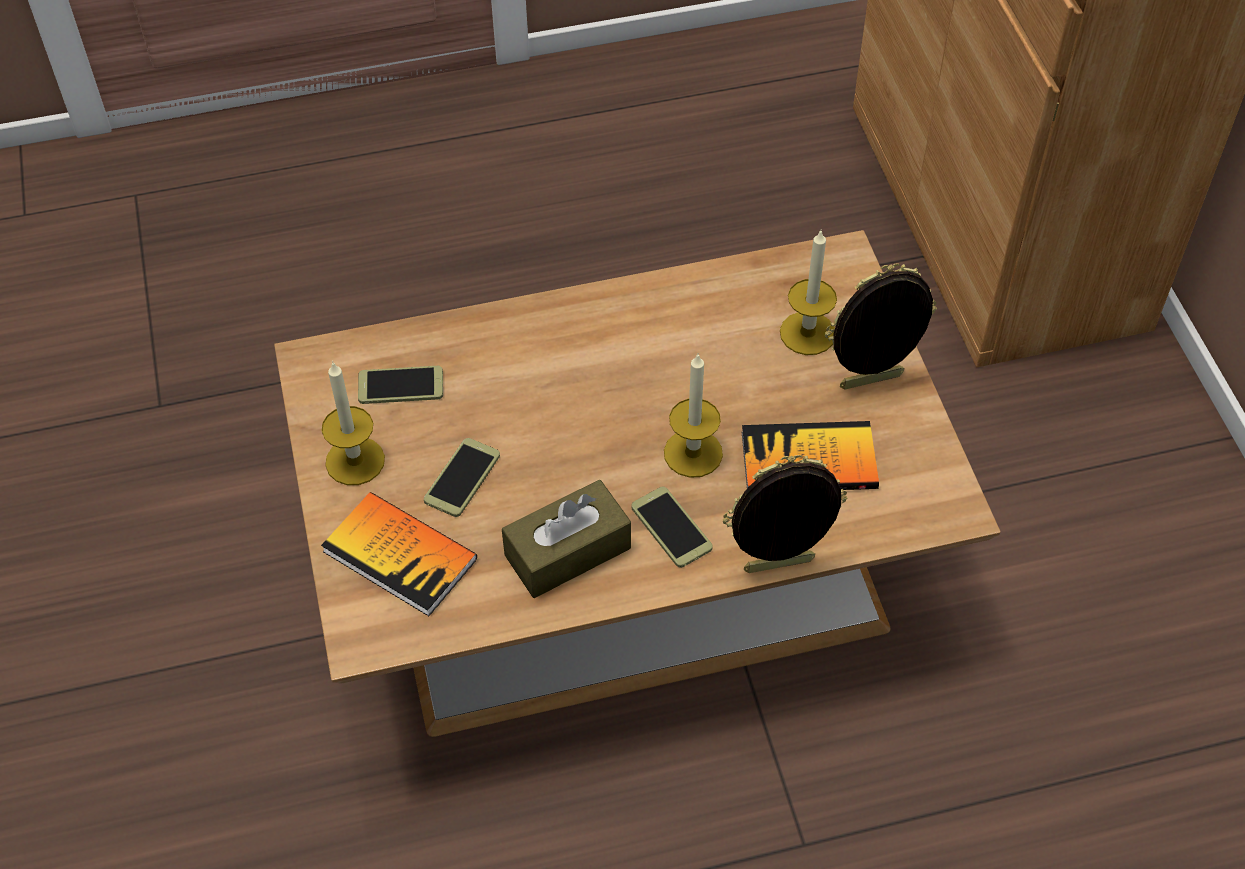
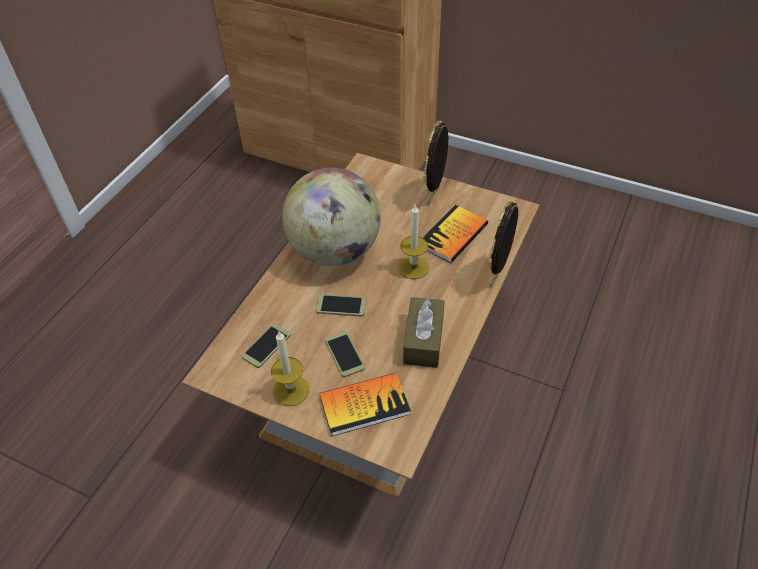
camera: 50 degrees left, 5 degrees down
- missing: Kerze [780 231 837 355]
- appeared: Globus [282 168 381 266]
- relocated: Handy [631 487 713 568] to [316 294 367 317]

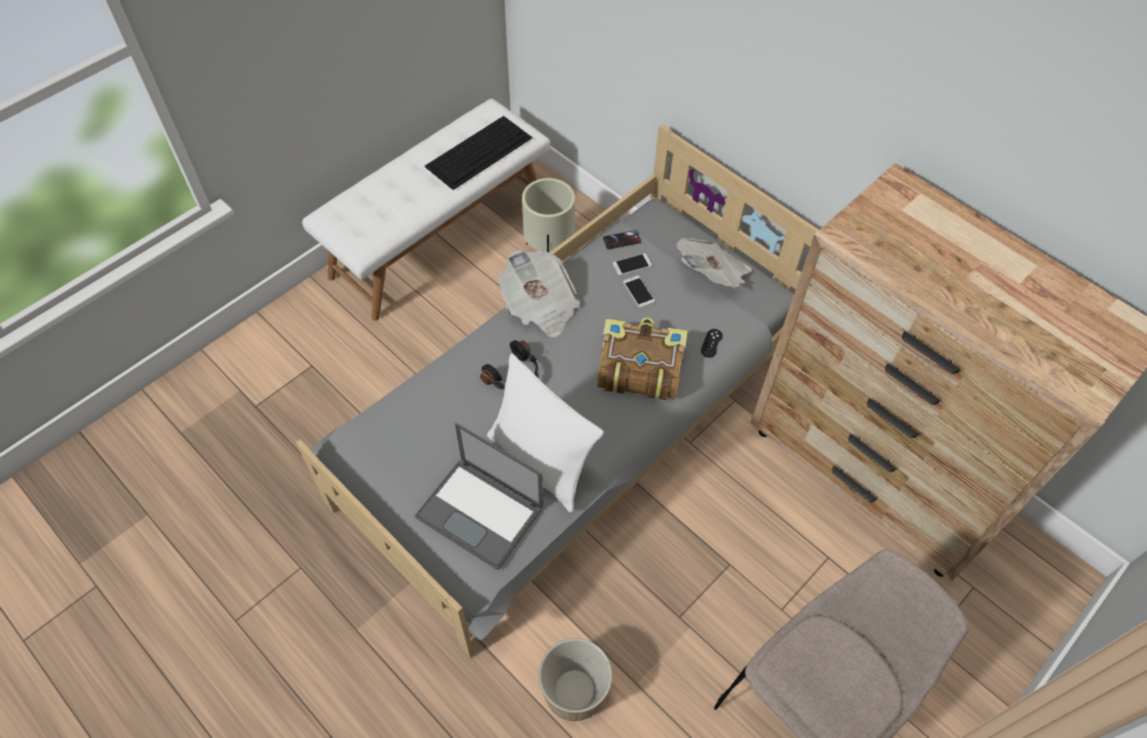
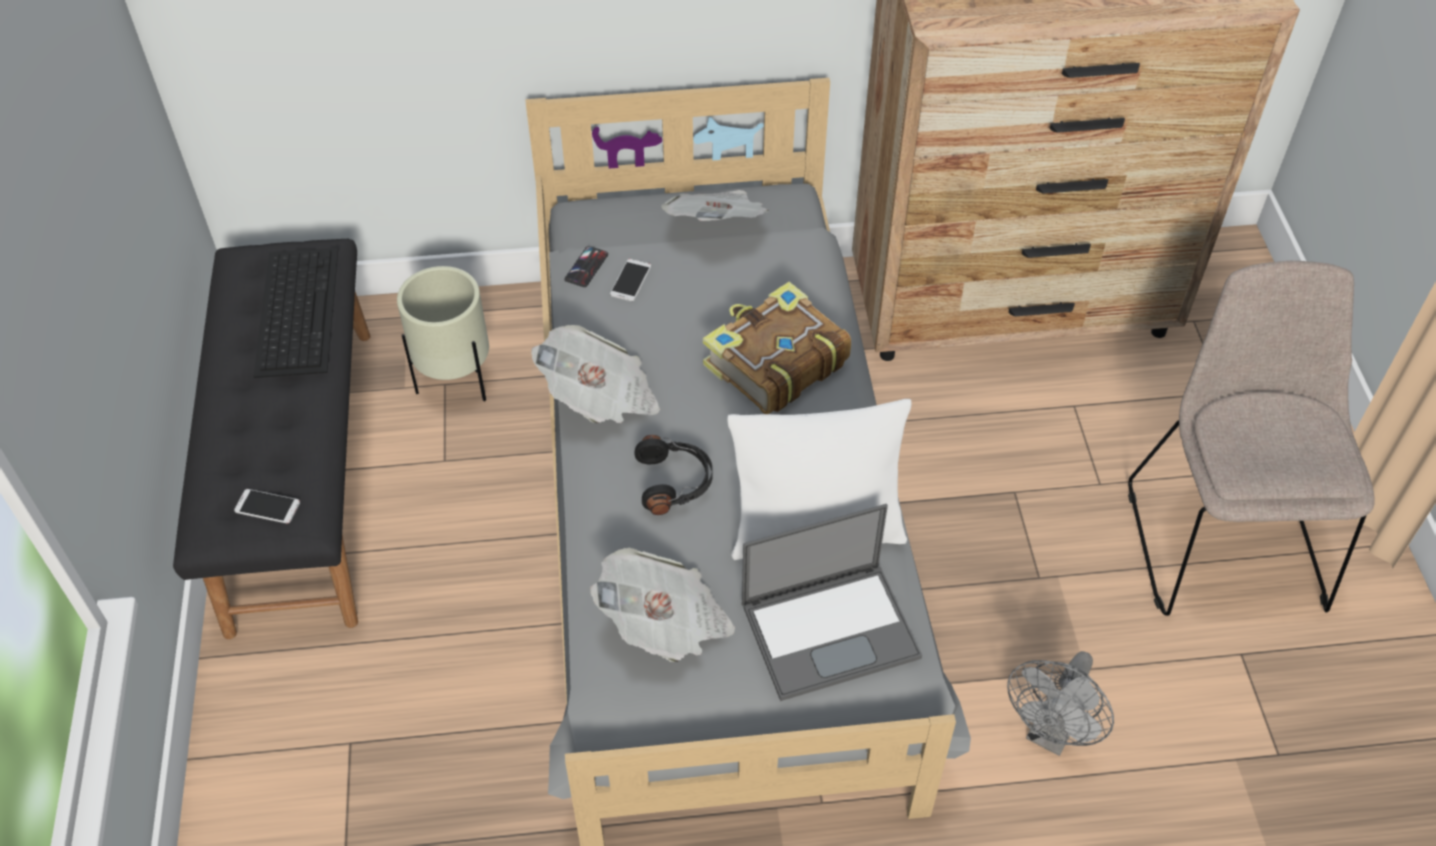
camera: 50 degrees left, 5 degrees down
- missing: Gamepad/schwarz [701 329 723 358]
- appeared: Zeitung [590 548 735 662]
- relocated: Handy [623 276 655 308] to [234 489 300 524]
- exchanged: Pflanzkübel [539 638 612 721] to Ventilator/grau [1007 651 1114 756]
- colour: Bank/weiß [302 99 550 321] to Bank/schwarz [173 239 371 639]

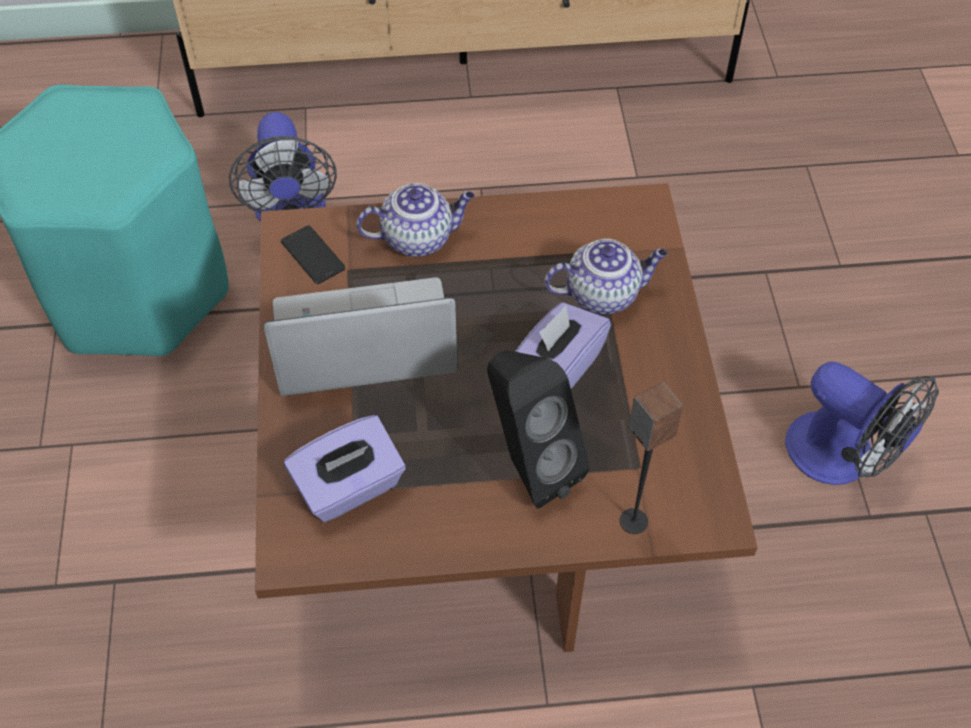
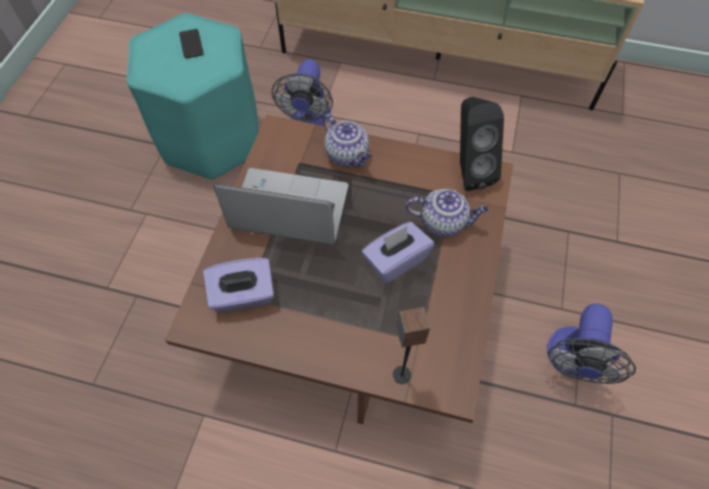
camera: 20 degrees right, 5 degrees up
- relocated: Handy [281 226 346 284] to [179 29 204 59]
- relocated: Lautsprecher/schwarz [487 350 590 508] to [460 97 504 191]
- spun: Teekanne [356 183 475 257] = [323 114 371 167] 45 degrees clockwise
- spun: Ventilator [785 362 939 485] = [547 304 636 384] 45 degrees clockwise

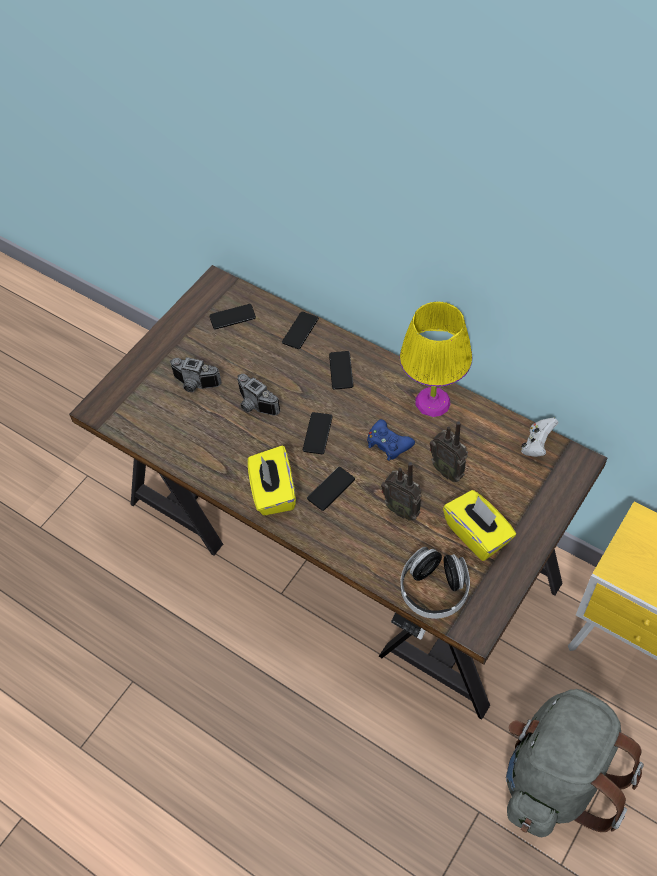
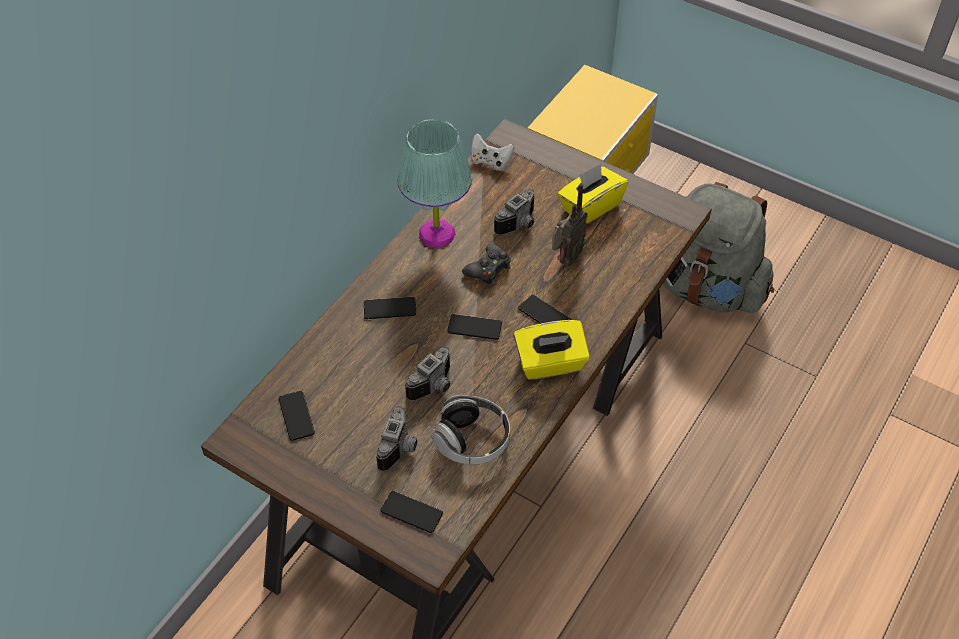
camera: 95 degrees left, 5 degrees down
- relocated: Handy [282 312 319 349] to [380 491 443 533]
- relocated: Kopfhörer [400 547 470 619] to [431 395 510 465]
- exchanged: Radio [430 421 468 482] to Kamera [494 189 534 236]
- colour: Gamepad/blau [367 419 415 461] to Gamepad/schwarz [462 244 511 285]
- colour: Tischlampe/gelb [400 301 472 417] to Tischlampe/türkis [397 119 472 248]

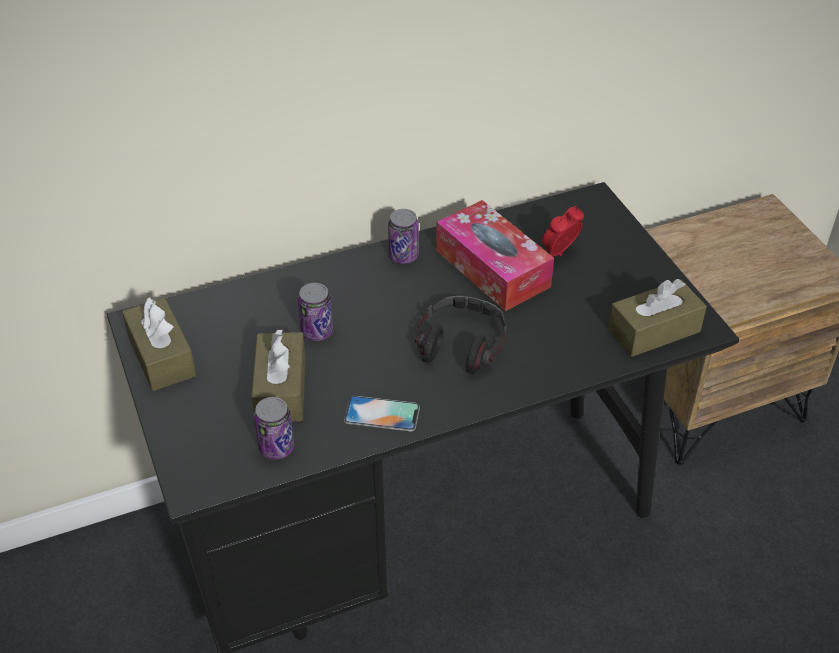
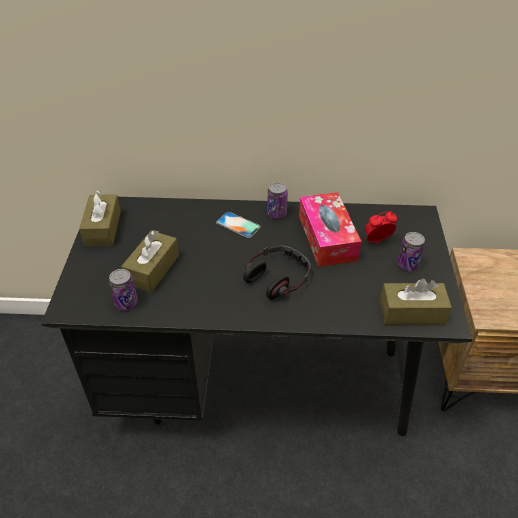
camera: 25 degrees right, 0 degrees up
- relocated: Dose [298 283 333 341] to [397 232 425 271]
- relocated: Handy [344 396 420 431] to [216 212 261 238]

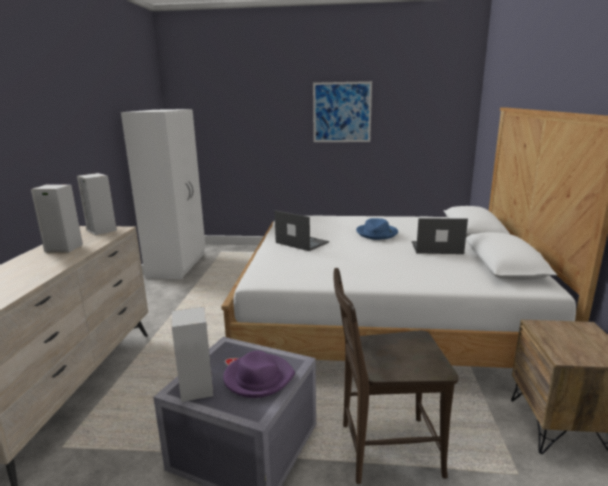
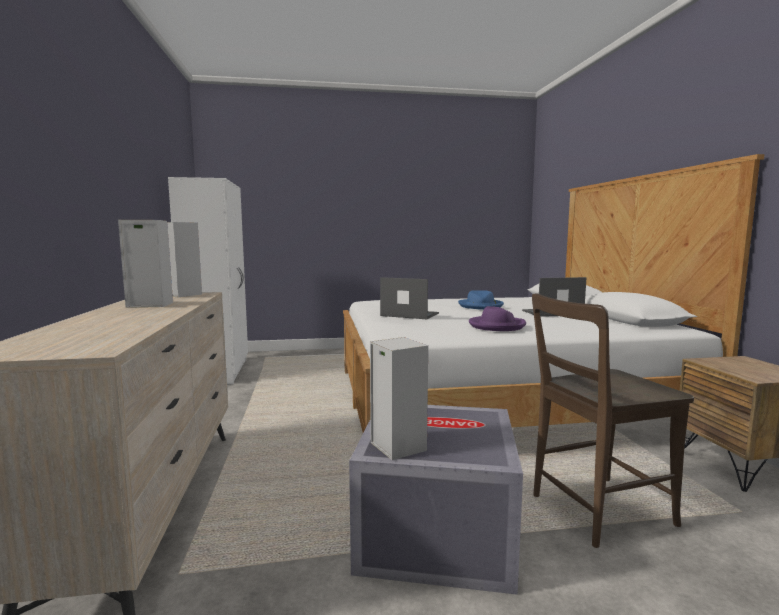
camera: 15 degrees left, 10 degrees down
- missing: Bild [313 81 372 142]
- relocated: Hut/lila [223 351 295 398] to [469 306 526 331]

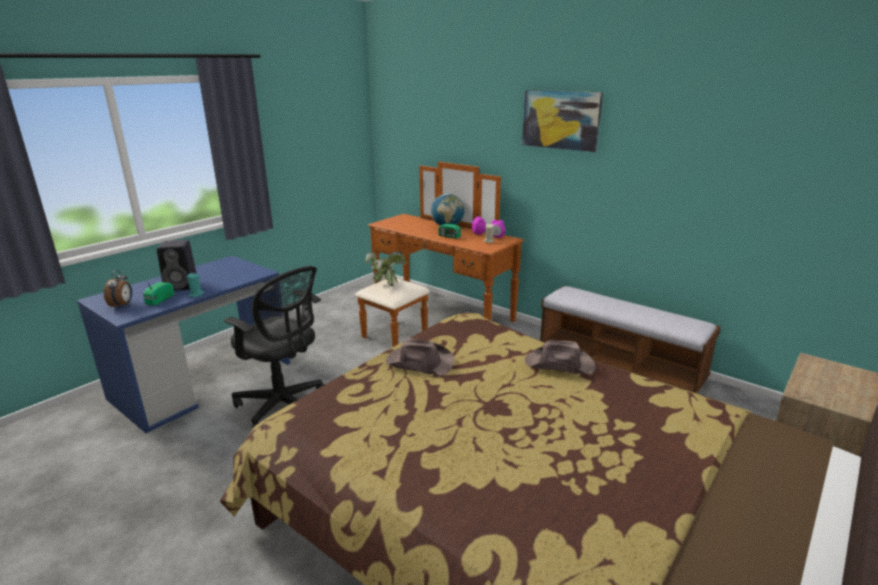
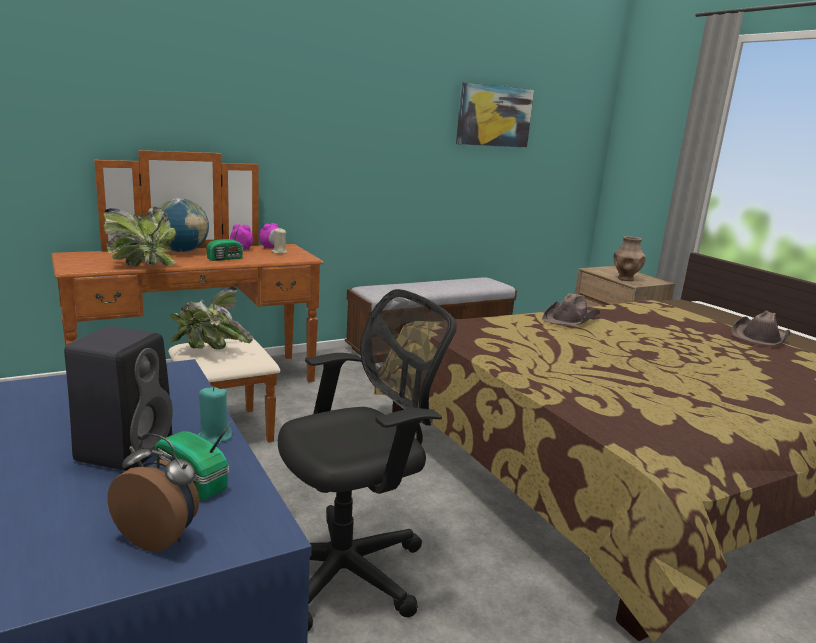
camera: 70 degrees left, 5 degrees down
- appeared: Topfpflanze [103 207 176 266]
- appeared: Vase/braun [614 236 646 281]
- relocated: Hut/braun [386 338 455 376] to [732 310 790 345]
- relocated: Bild [522 90 603 152] to [456 82 534 148]

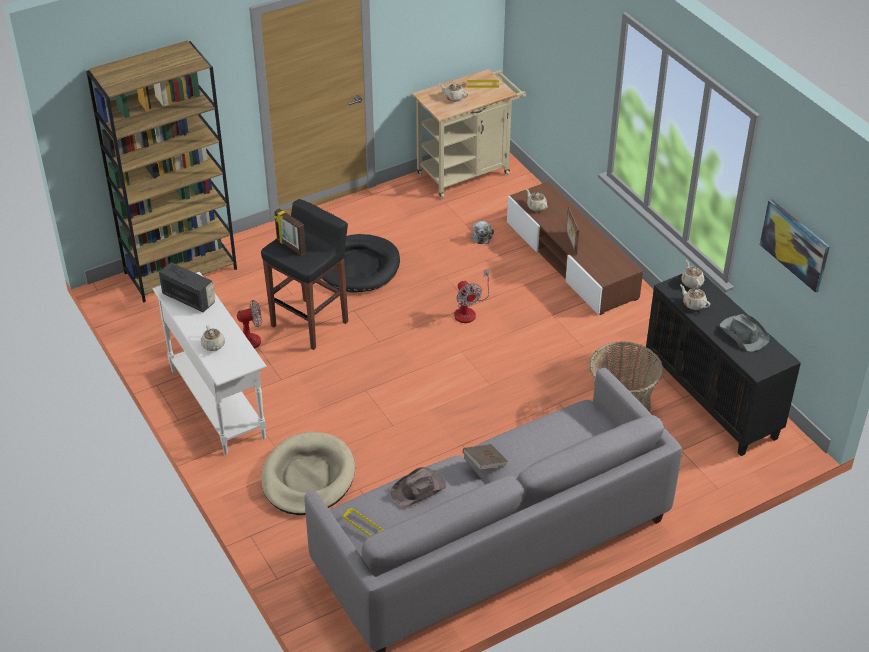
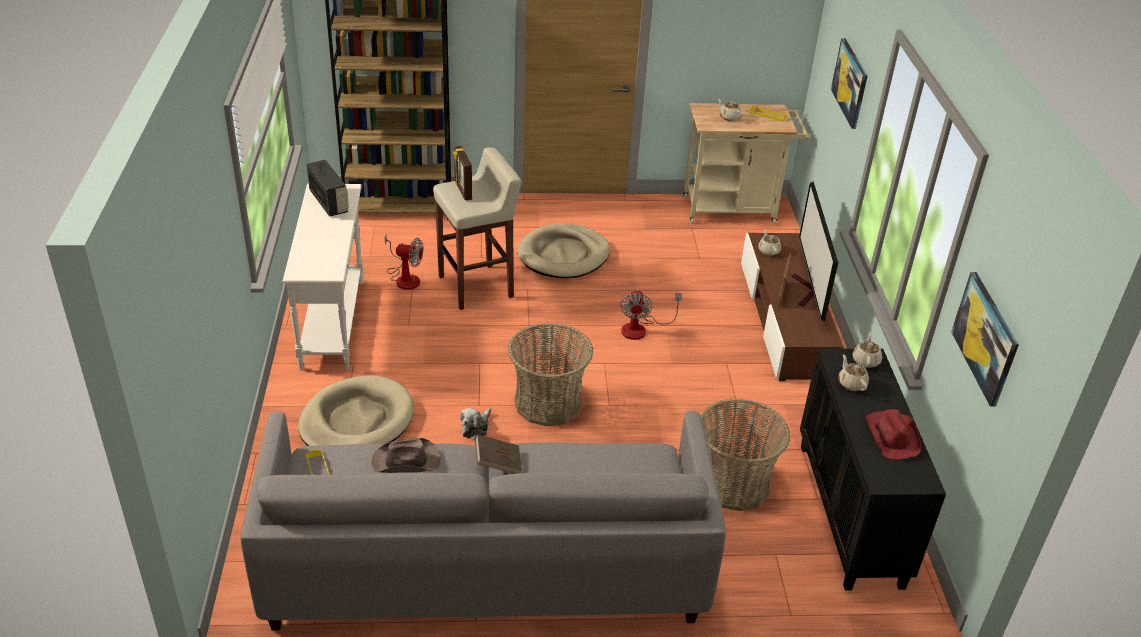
camera: 25 degrees right, 5 degrees down
- missing: Teekanne/beige [201 325 225 351]
- appeared: Korb [508 323 593 426]
- appeared: Fernseher [791 181 838 322]
- appeared: Bild [831 38 868 129]
- relocated: Plüschtier [471 220 494 244] to [460 408 491 441]
- colour: Hocker/schwarz [261 199 348 350] to Hocker/beige [433 147 522 310]
- colour: Hundebett/schwarz [322 234 400 292] to Hundebett/beige [517 223 610 278]
- colour: Hut/grau [720 314 770 352] to Hut/rot [865 409 921 459]

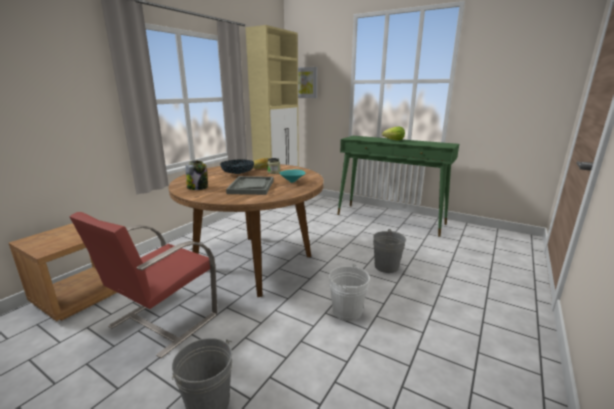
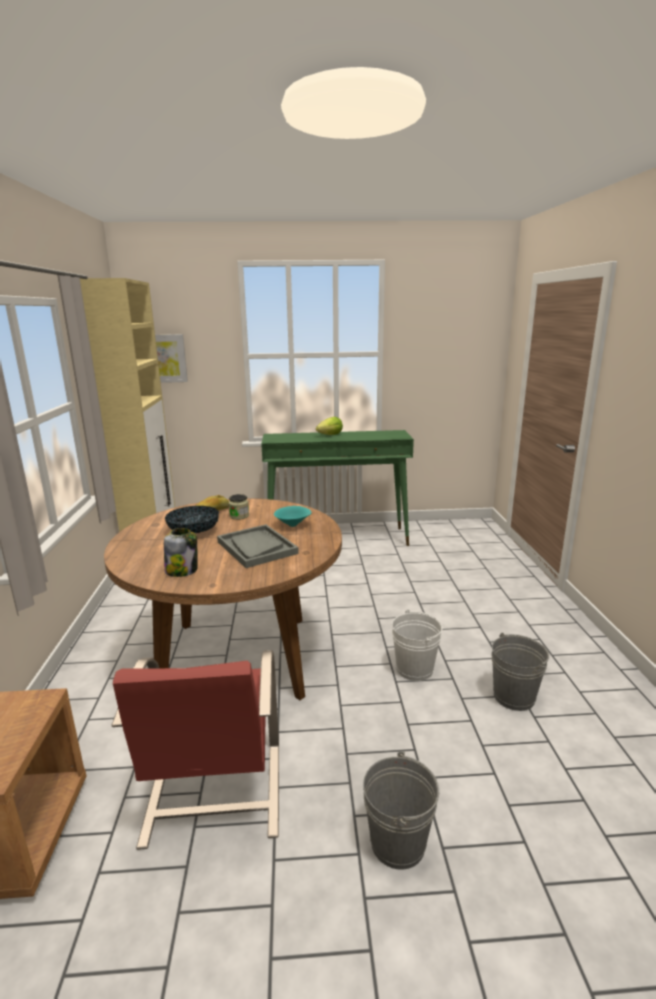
camera: 35 degrees left, 0 degrees up
- relocated: Eimer/grau [373 229 406 273] to [492 633 549 711]

